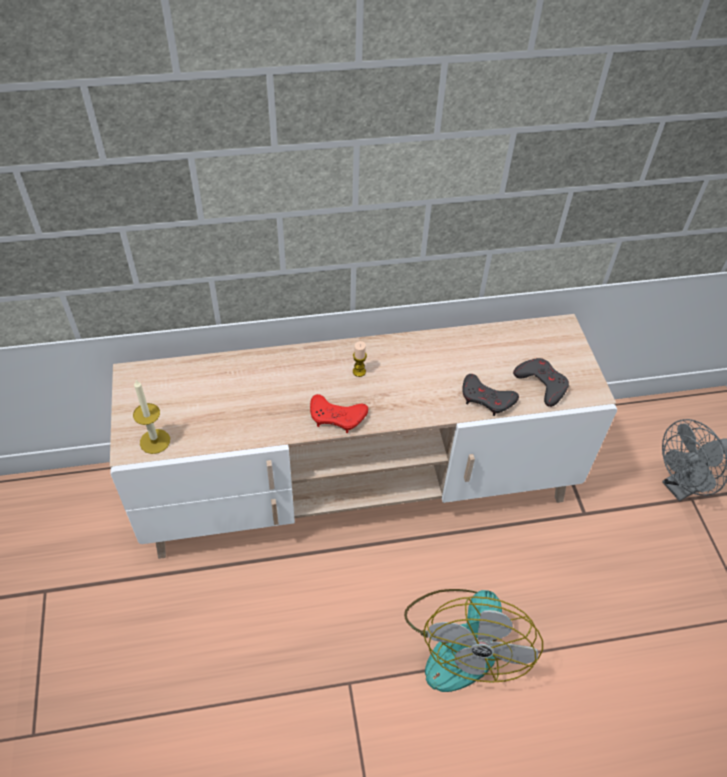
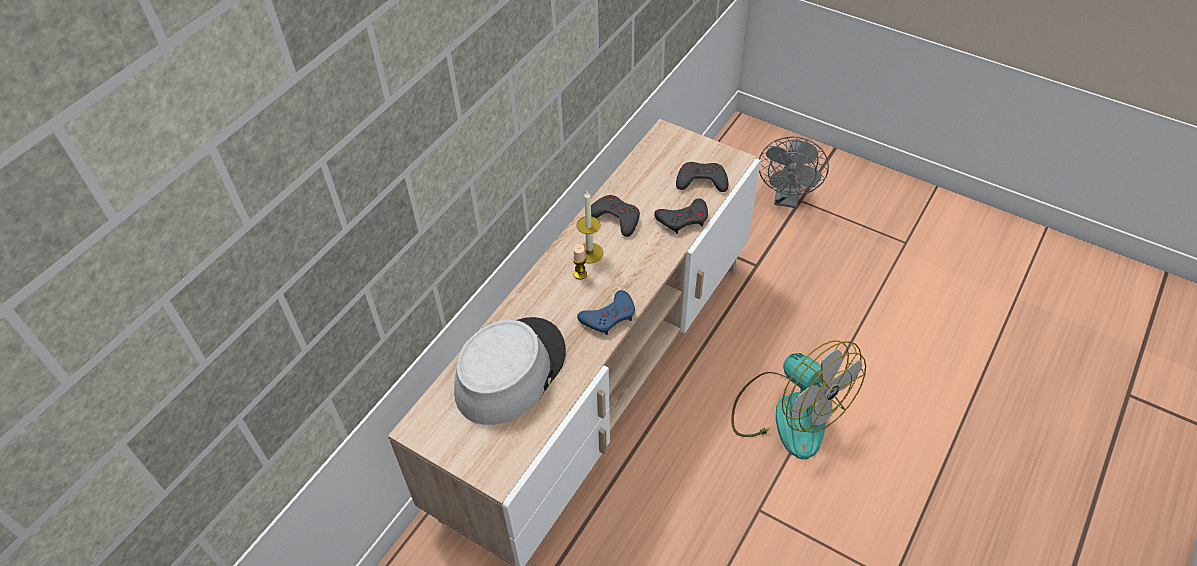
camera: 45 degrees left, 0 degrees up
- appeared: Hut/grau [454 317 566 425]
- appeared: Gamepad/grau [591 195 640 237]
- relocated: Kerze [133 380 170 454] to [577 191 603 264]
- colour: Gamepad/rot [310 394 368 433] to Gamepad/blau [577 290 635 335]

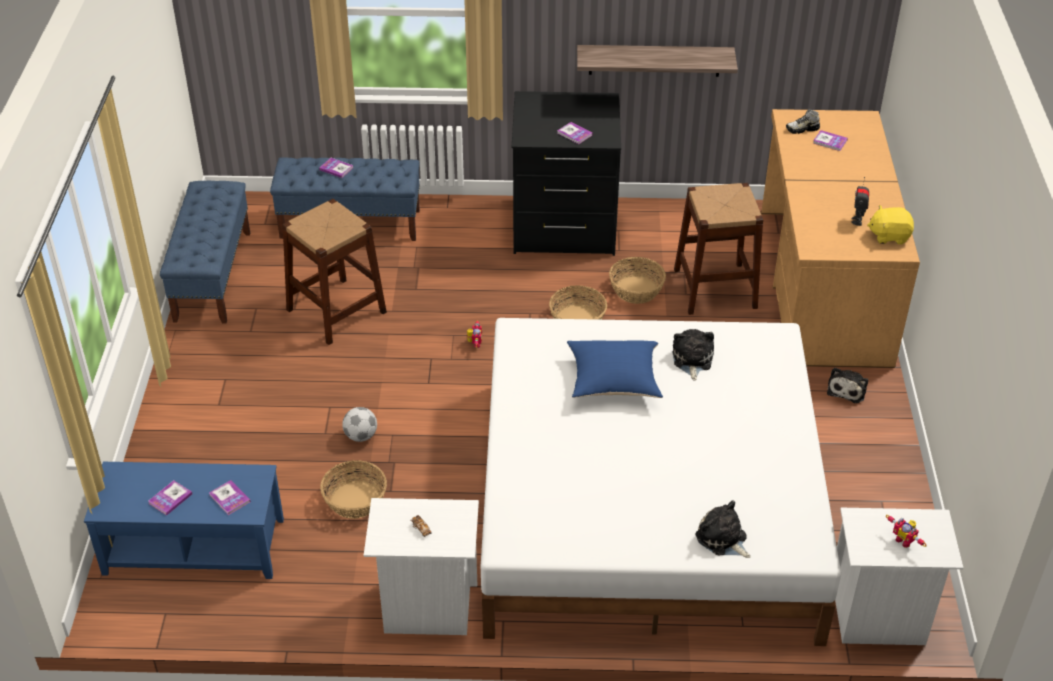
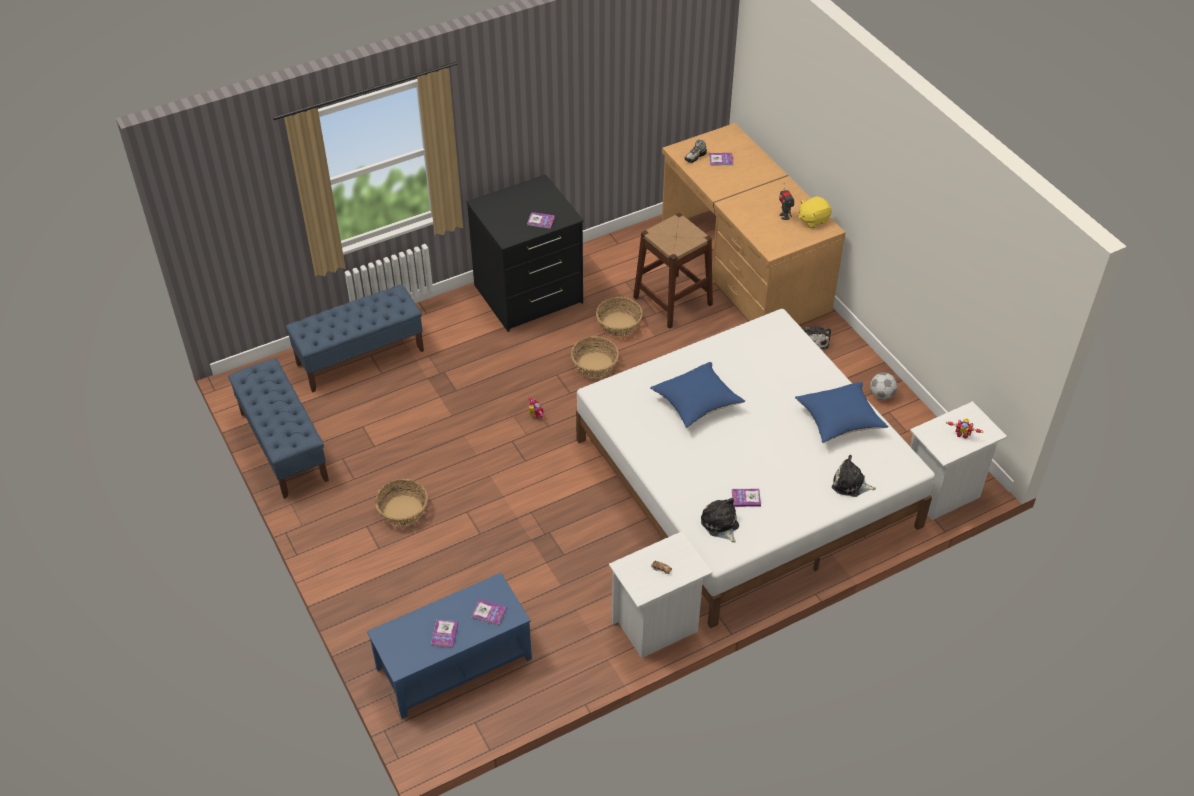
camera: 30 degrees left, 5 degrees up
- missing: Hocker/braun [282 199 387 345]
- missing: Wandregal [577 45 738 77]
- appeared: Kissen/blau [795 382 888 443]
- relocated: Buch [319 158 353 178] to [732 489 761 507]
- relocated: Korb [320 460 387 519] to [375 479 428 526]
- relocated: Fußball [342 407 377 442] to [870 372 897 399]
- relocated: Plüschtier [672 329 714 381] to [701 498 739 543]

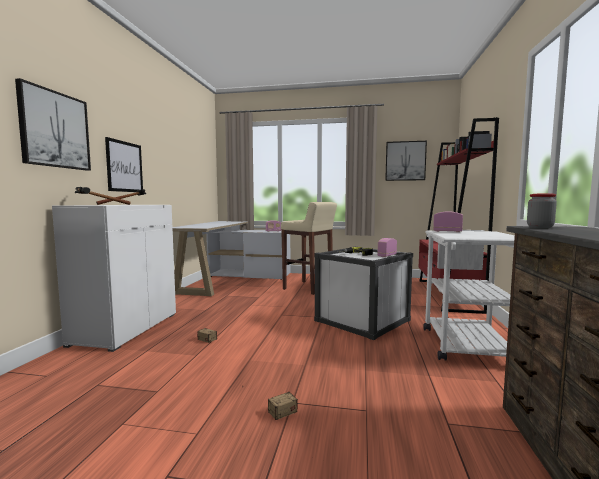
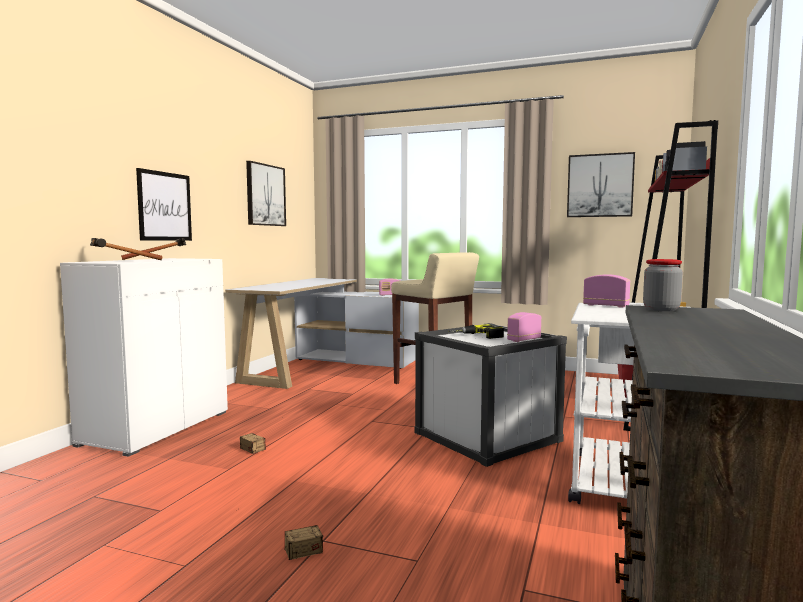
camera: 10 degrees right, 0 degrees up
- relocated: Bild [15 78 91 171] to [246 161 286 226]

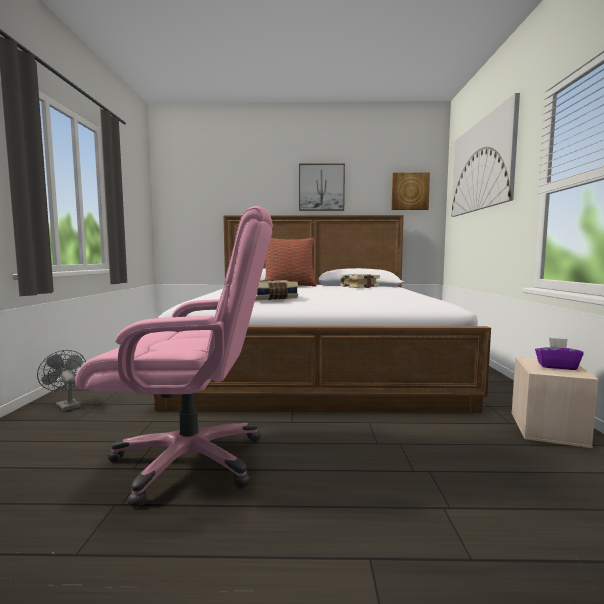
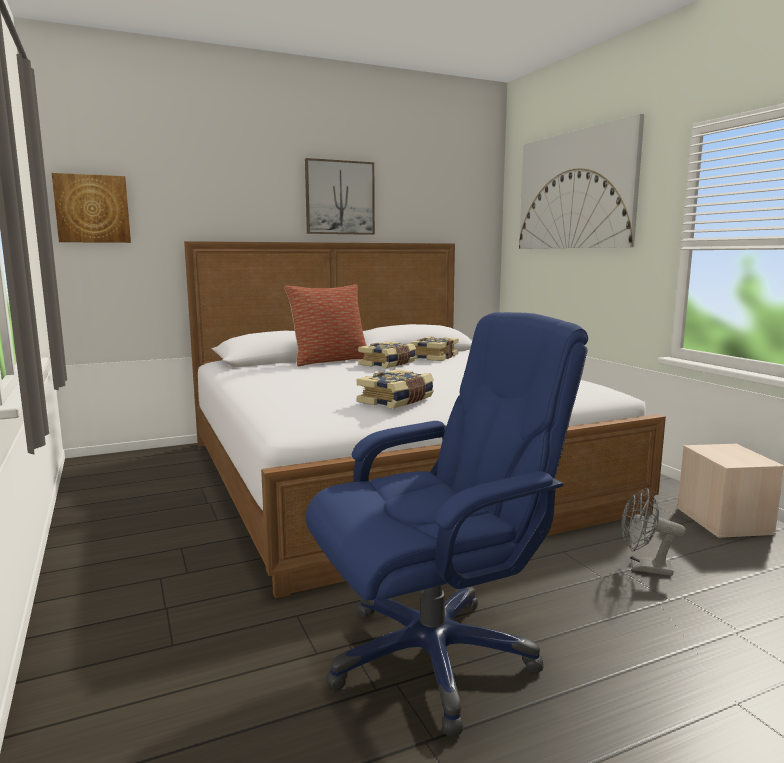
camera: 25 degrees left, 5 degrees up
- missing: Taschentuchbox/lila [535 338 583 370]
- appeared: Buch [358 341 416 368]
- relocated: Ventilator/grau [37 350 86 411] to [621 488 686 576]
- relocated: Bild [392 172 430 210] to [52 173 131 243]
- colour: Bürostuhl/rosa [75 206 273 507] to Bürostuhl/blau [306 312 588 736]

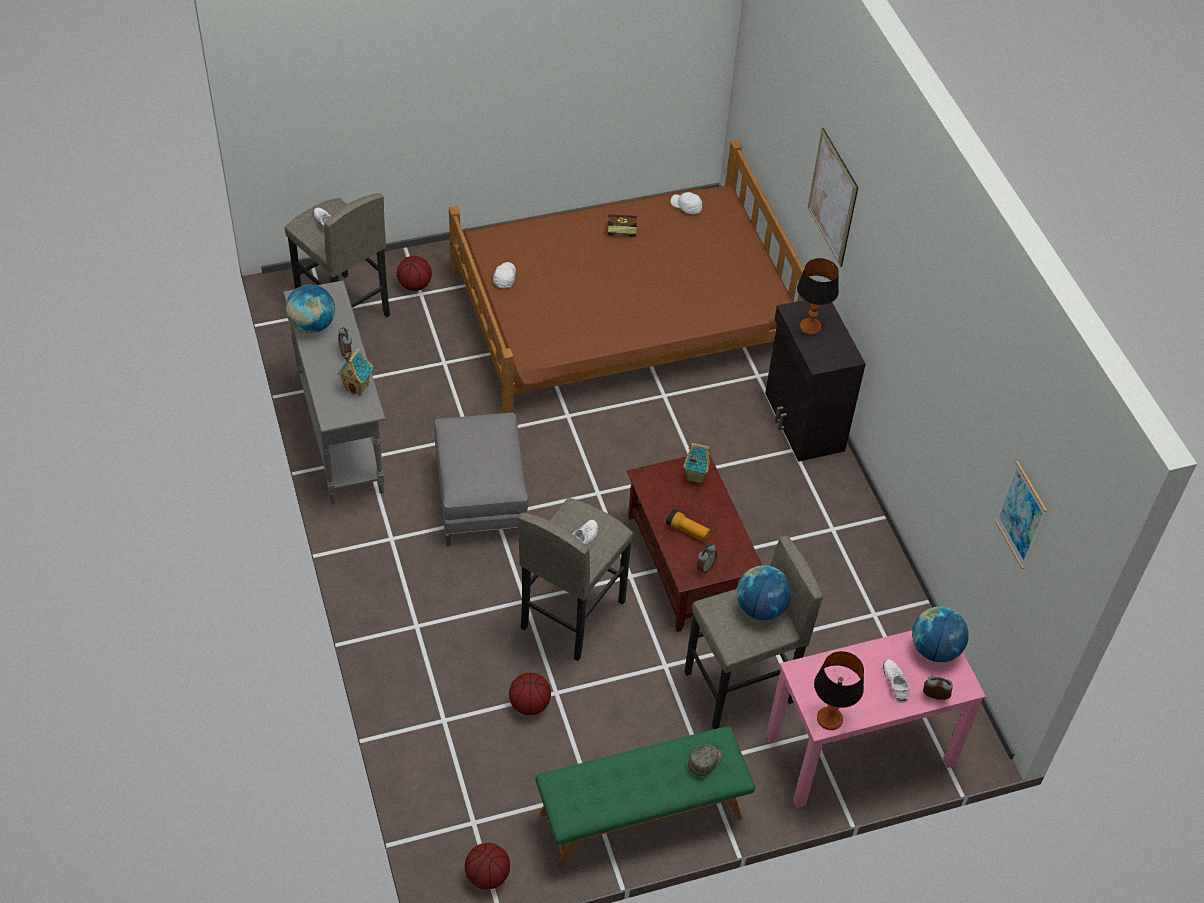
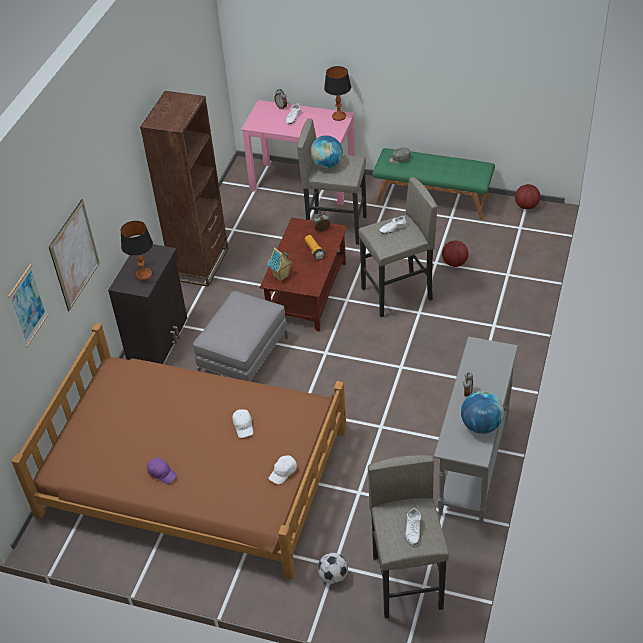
camera: 140 degrees left, 5 degrees down
- missing: Spielzeughaus [337 348 374 396]
- missing: Globus [912 607 969 662]
- appeared: Bücherregal/braun [140 91 229 287]
- relocated: Polsterhocker/grau [434 413 528 547] to [193 291 288 381]
- relocated: Kappe/weiß [671 192 702 214] to [232 409 253 438]
- relocated: Bild [995 461 1047 569] to [8 264 48 347]
- exchanged: Basketball [397 256 432 291] to Fußball [317 553 348 584]
- exchanged: Buch [600 215 637 237] to Kappe/lila [147 457 177 484]

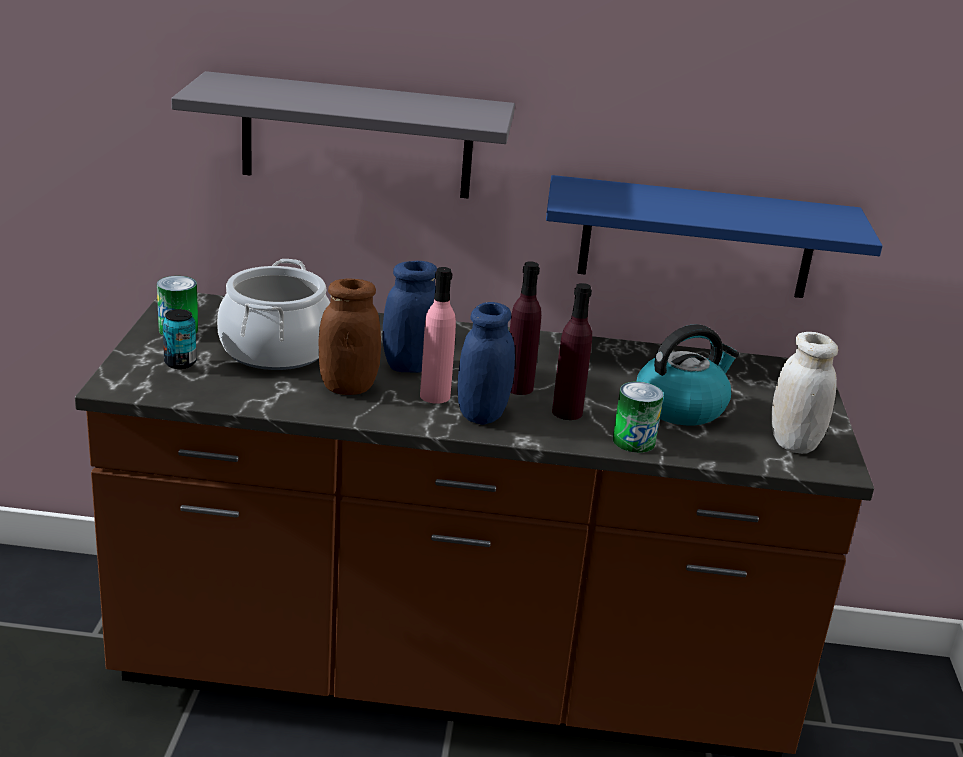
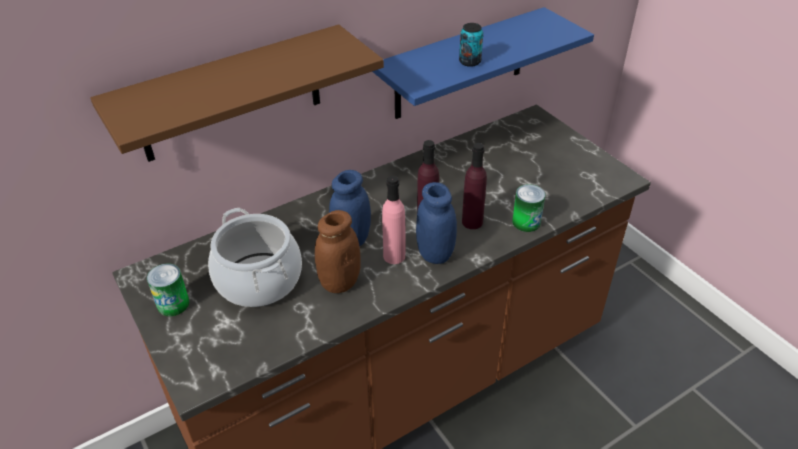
camera: 35 degrees left, 15 degrees up
- missing: Wasserkessel [637 324 739 426]
- missing: Vorratsglas/weiß [771 332 838 454]
- relocated: Dose [162 309 196 369] to [459 23 483 67]
- colour: Wandregal/grau [171 71 515 199] to Wandregal/braun [90 24 384 162]

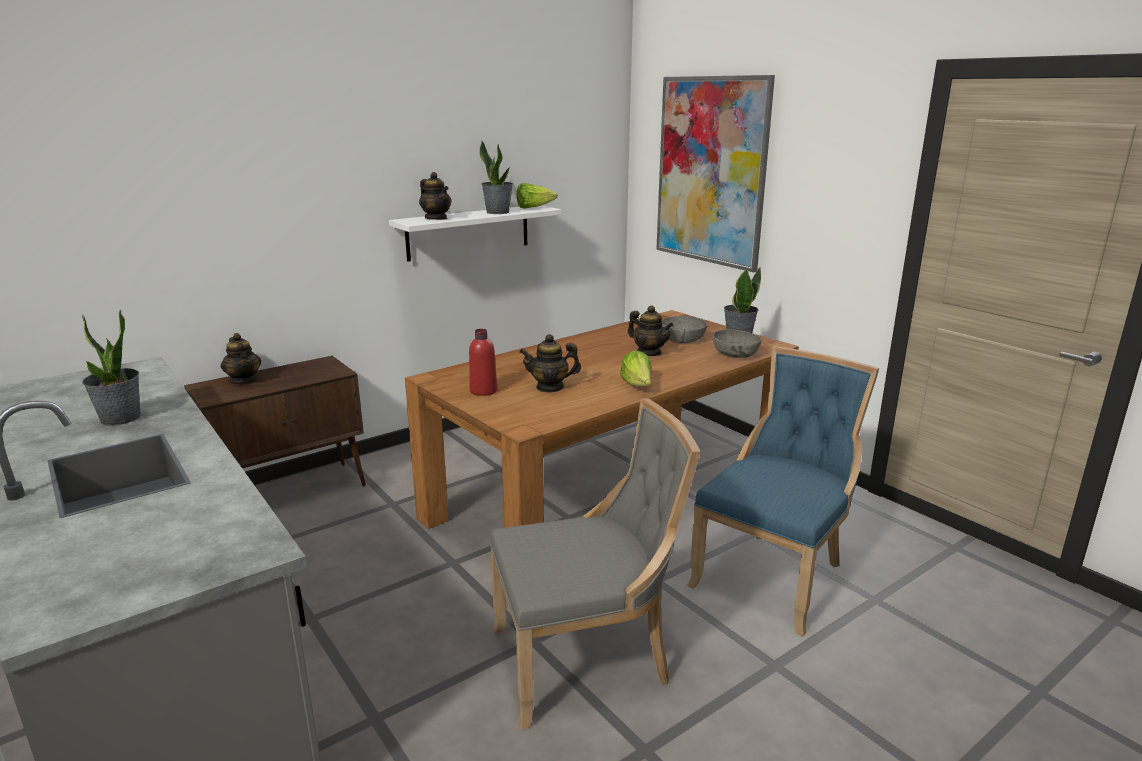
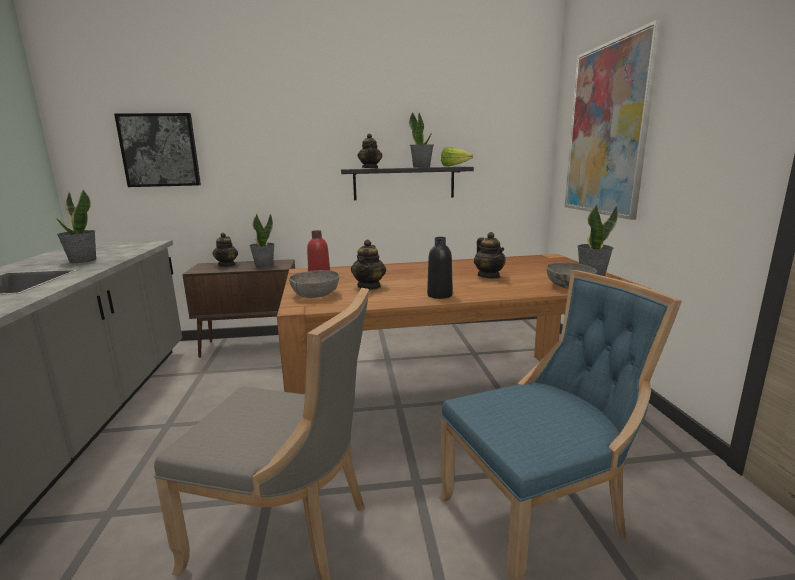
camera: 30 degrees right, 5 degrees down
- appeared: Bild [114 113 201 187]
- appeared: Topfpflanze [249 214 275 268]
- relocated: Schüssel/grau [662 316 708 343] to [289 270 339 298]
- exchanged: Salatkopf [620 350 652 386] to Flasche/schwarz [427 237 453 299]
- colour: Wandregal/weiß [389 205 562 262] to Wandregal/schwarz [341 167 474 200]
- spun: Teekanne [519 334 581 393] = [351 240 386 290] 105 degrees counterclockwise

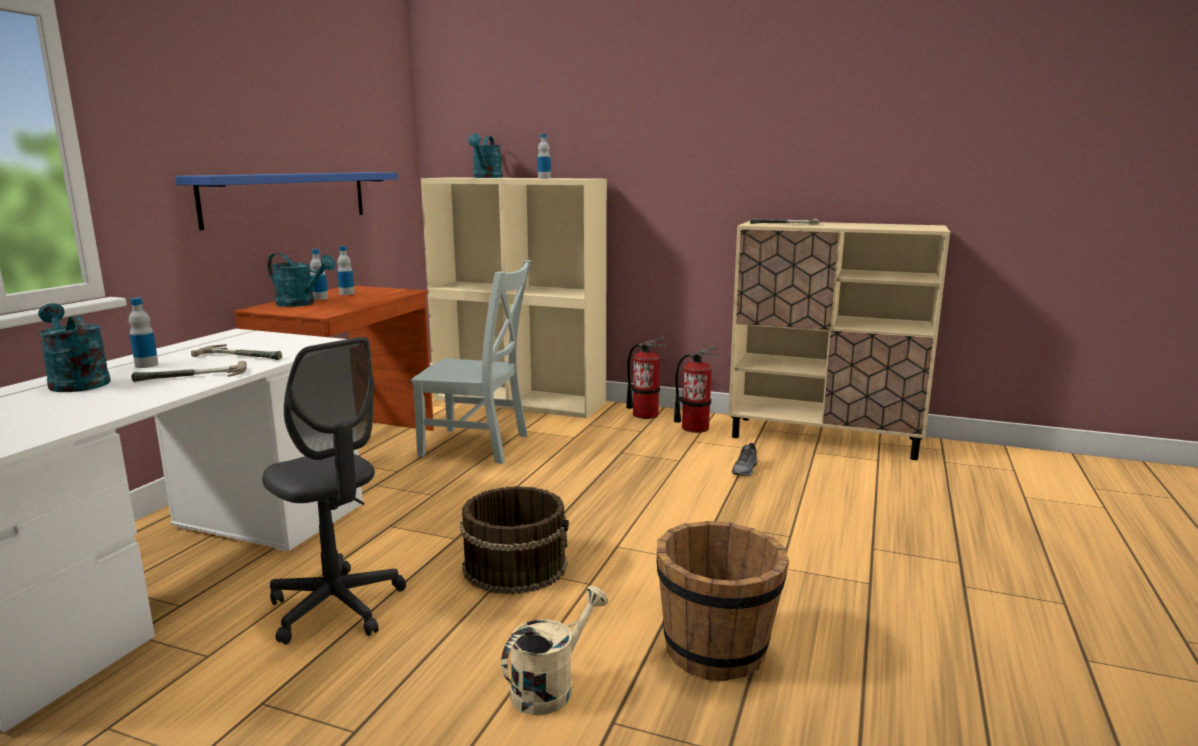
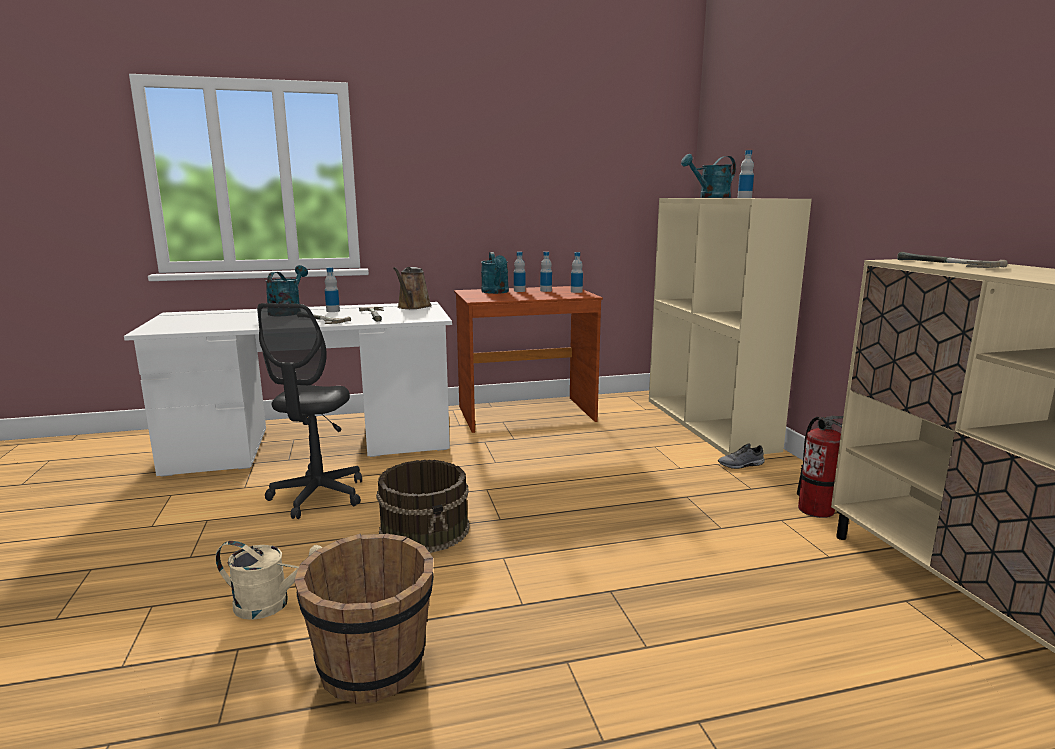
camera: 55 degrees right, 0 degrees up
- missing: Wandregal/blau [175 172 398 230]
- missing: Stuhl/grau [411 260 531 464]
- missing: Feuerlöscher [626 337 665 419]
- appeared: Gießkanne/braun [393 267 432 309]
- appeared: Flasche [571 252 583 293]
- relocated: Schuh/grau [732 443 758 476] to [718 443 765 469]

